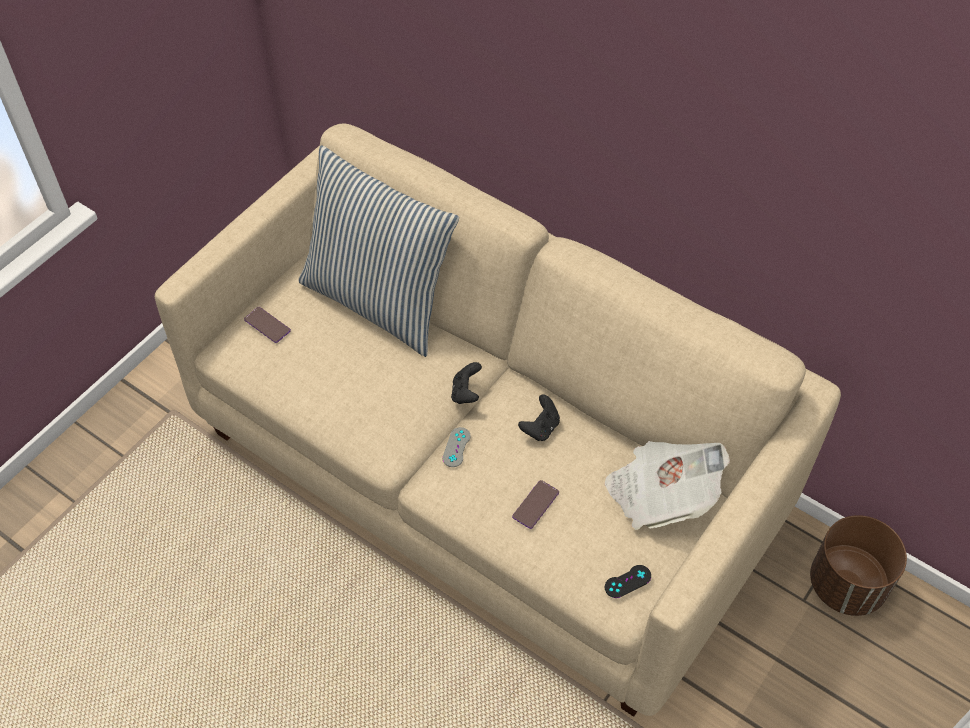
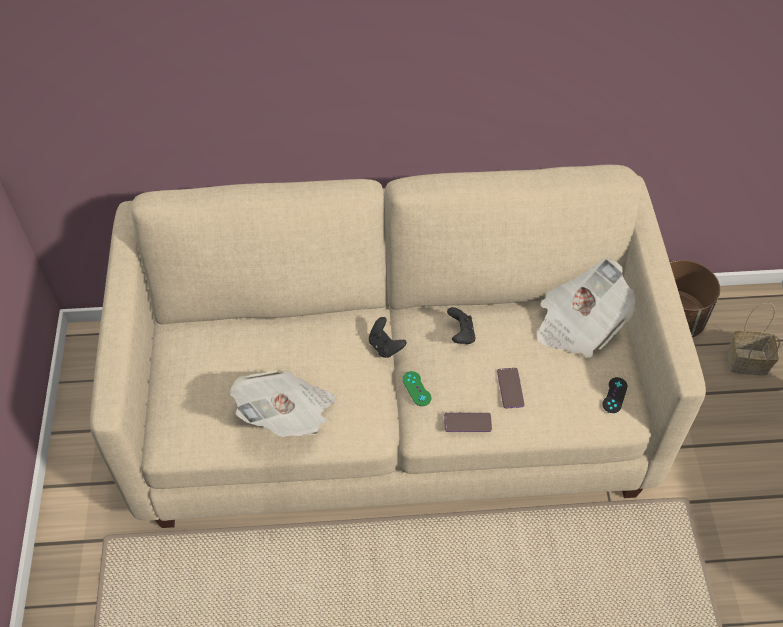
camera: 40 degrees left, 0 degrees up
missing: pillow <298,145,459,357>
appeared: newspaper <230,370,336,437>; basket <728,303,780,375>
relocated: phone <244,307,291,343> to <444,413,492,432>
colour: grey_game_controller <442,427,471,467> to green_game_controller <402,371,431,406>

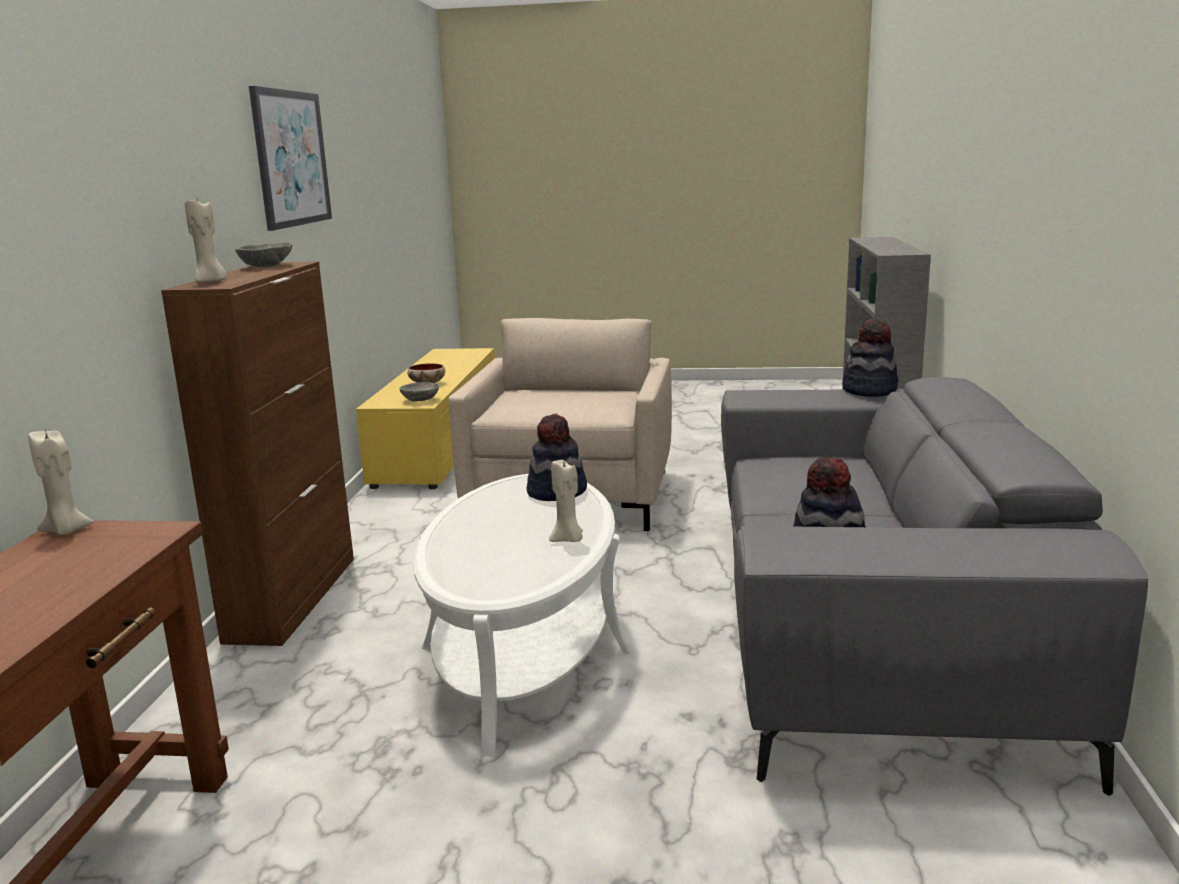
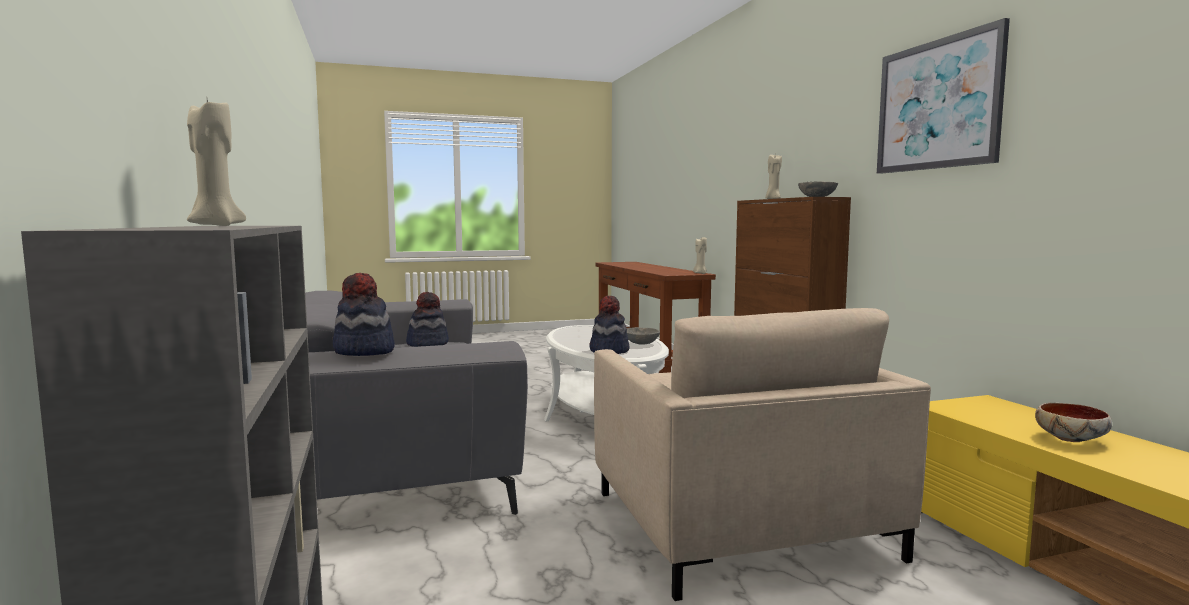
camera: 155 degrees right, 10 degrees down
relocated: beige_candle <549,460,583,542> to <187,100,246,226>; grey_bowl <399,382,439,401> to <627,327,660,344>

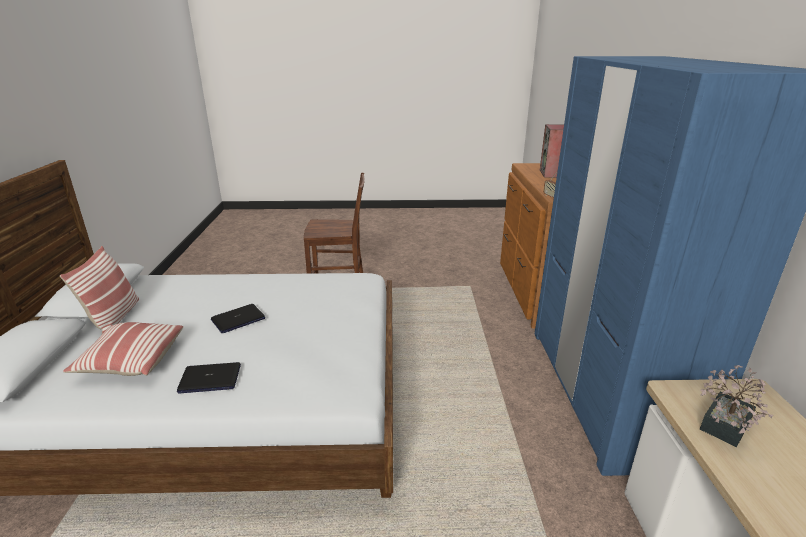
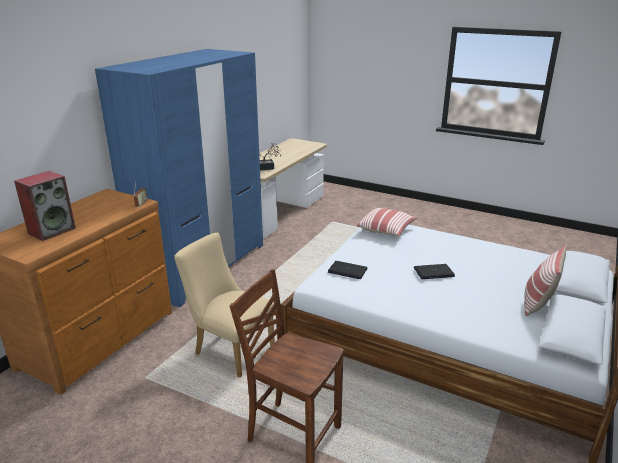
camera: 150 degrees left, 0 degrees up
appeared: beige_chair <174,233,275,377>
relocated: laptop <177,362,241,394> to <328,261,368,279>; pillow <63,322,183,376> to <357,208,417,236>

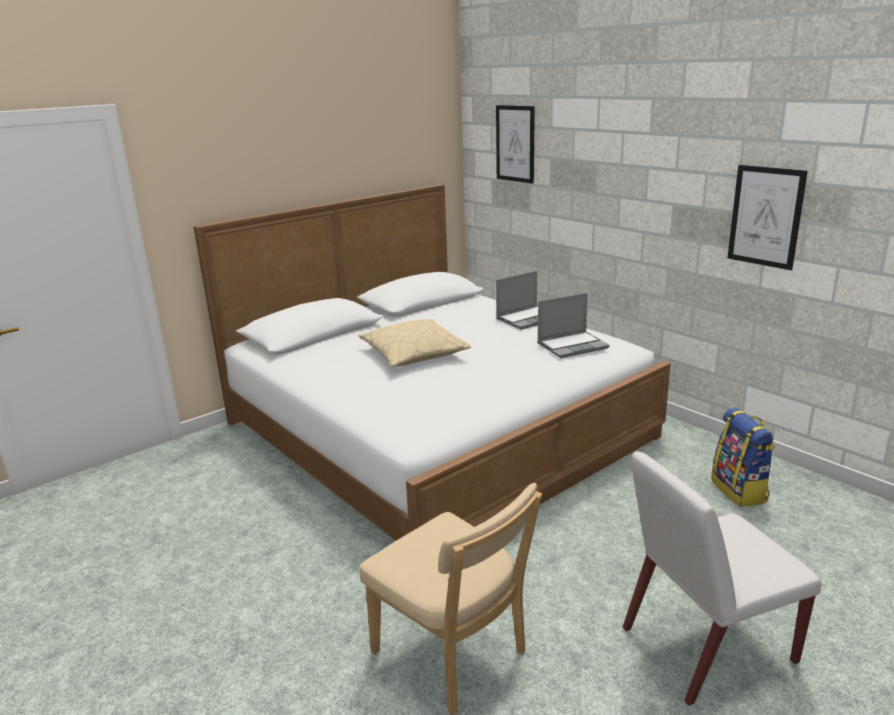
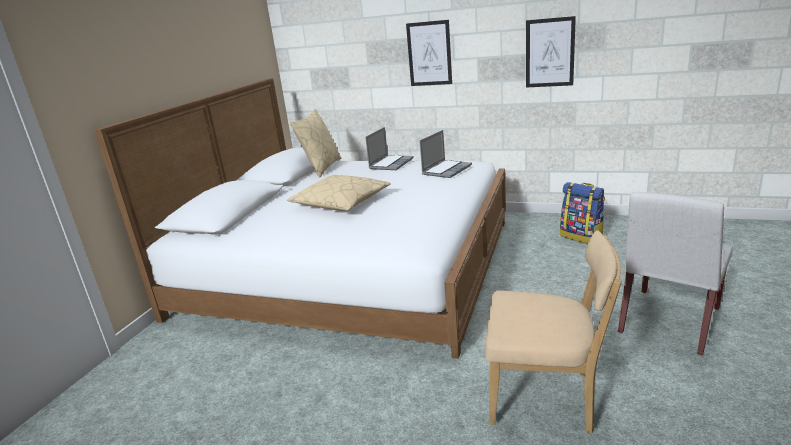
camera: 30 degrees left, 0 degrees up
appeared: beige_pillow <290,109,341,178>
relocated: picture <496,105,535,184> to <406,20,452,86>

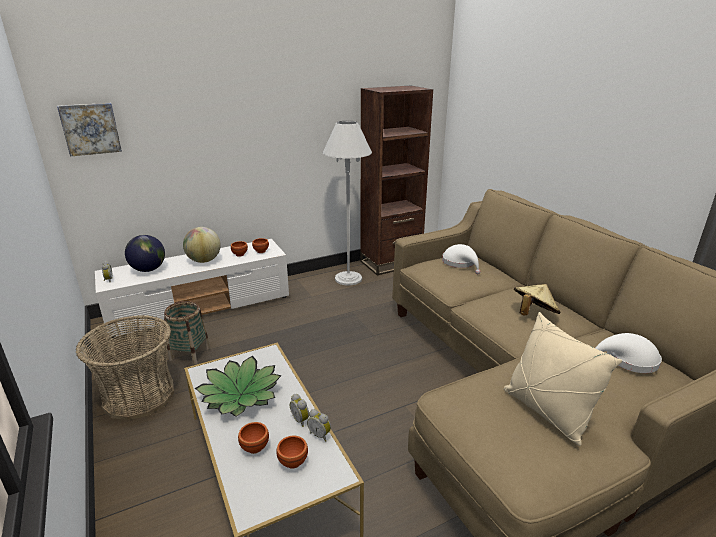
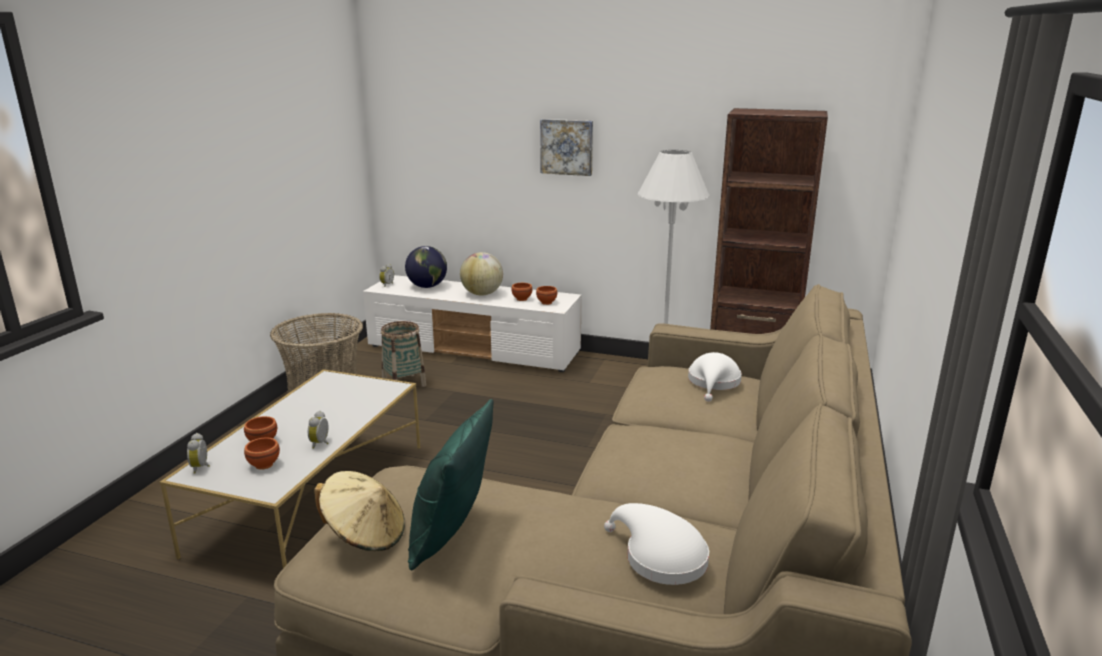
camera: 45 degrees right, 5 degrees down
missing: potted_plant <195,356,281,417>
relocated: alarm_clock <307,409,331,442> to <187,433,210,473>; beige_hat <514,284,561,316> to <314,471,405,551>; picture <57,103,122,157> to <540,119,593,176>
colour: beige_pillow <504,312,622,446> to green_pillow <408,399,494,570>

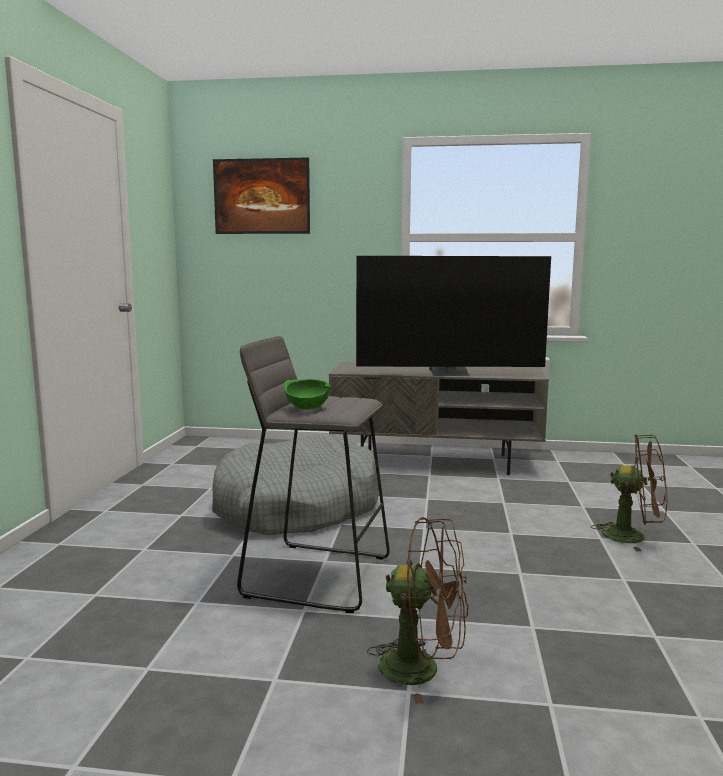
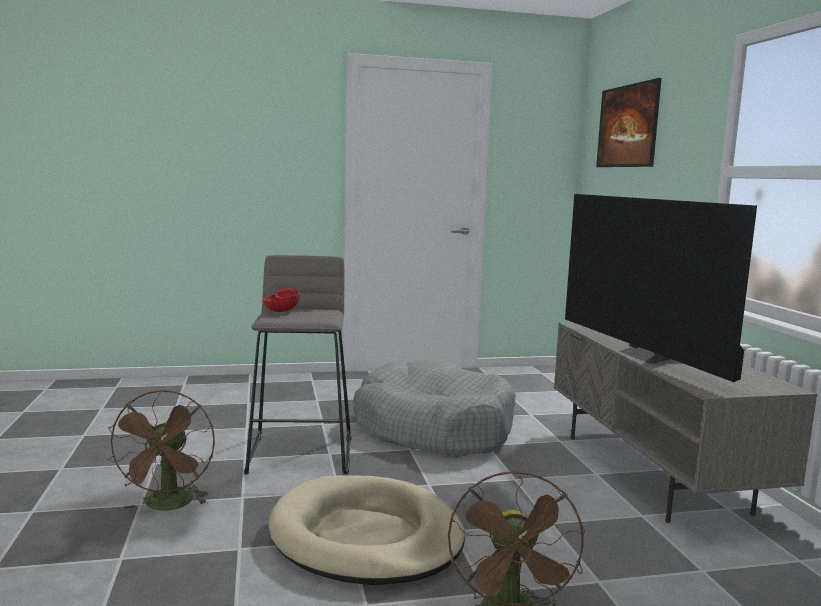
camera: 70 degrees right, 0 degrees up
appeared: beige_dog_bed <269,475,465,585>
colour: green_bowl <284,379,331,410> to red_bowl <263,288,300,312>

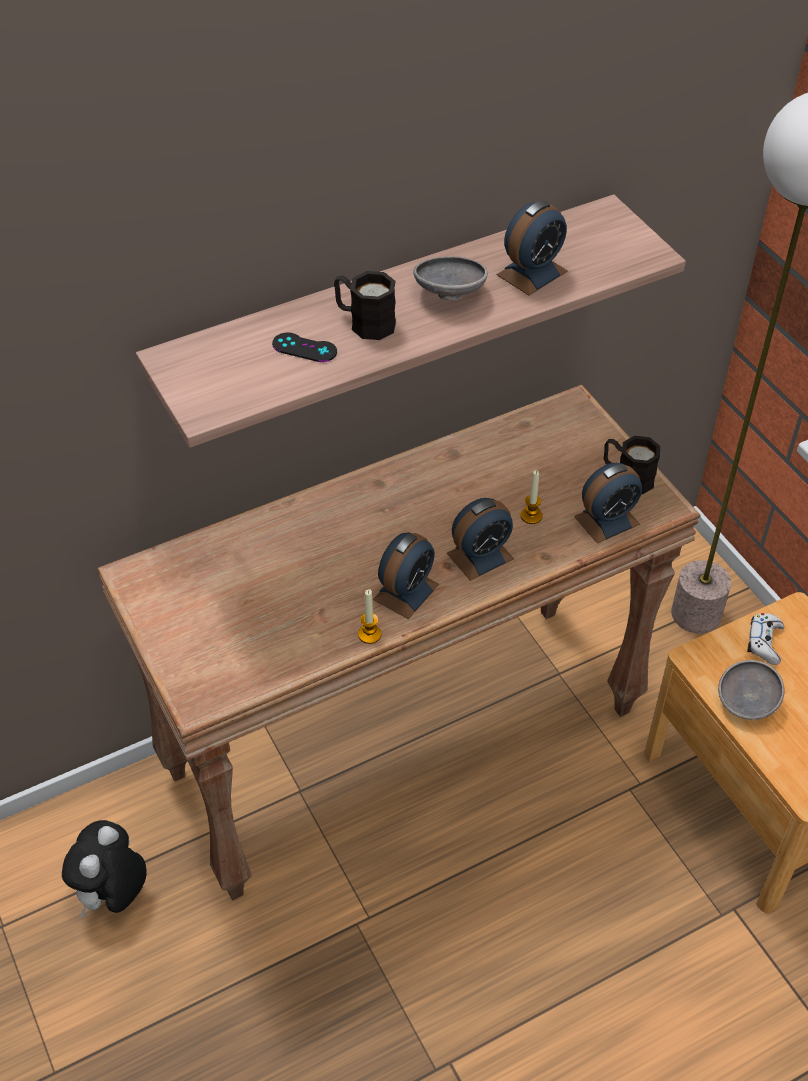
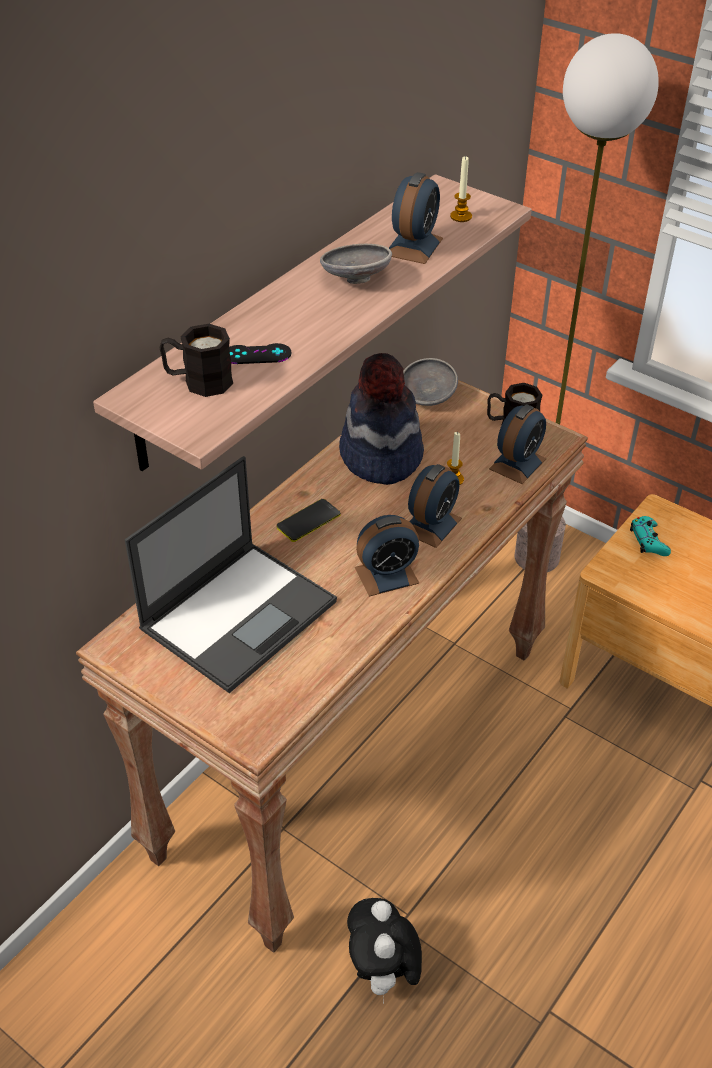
camera: 25 degrees left, 5 degrees down
appeared: laptop <125,456,337,693>; phone <277,499,341,542>; hat <339,353,424,485>
relocated: black_mug <334,271,396,340> to <160,324,233,397>; plush_toy <62,820,147,918> to <347,898,422,1005>; grey_bowl <718,660,785,720> to <403,358,458,406>; candle <358,589,382,644> to <450,156,472,222>
colour: white_game_controller <747,613,784,665> to turquoise_game_controller <630,516,671,556>
spun: alarm_clock <373,532,439,619> = <355,515,419,597> 60 degrees clockwise

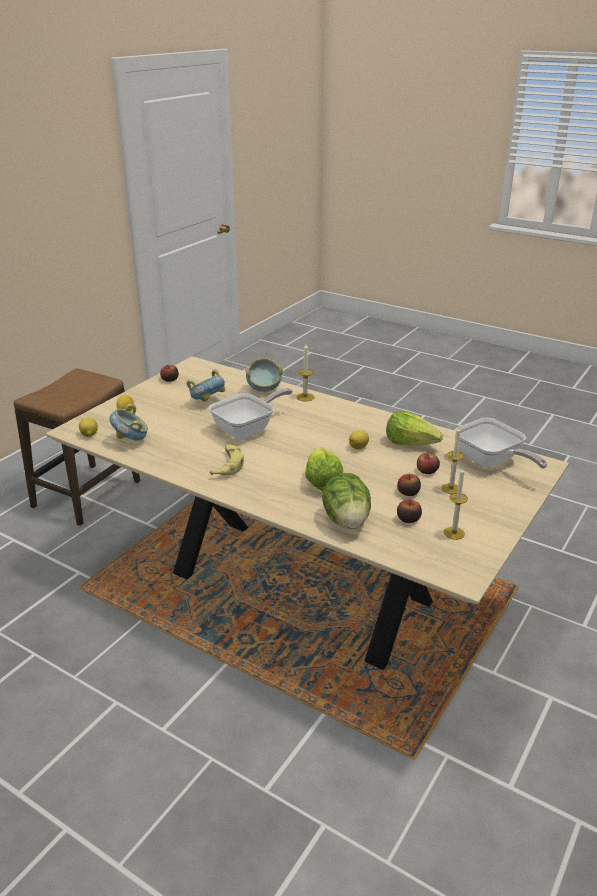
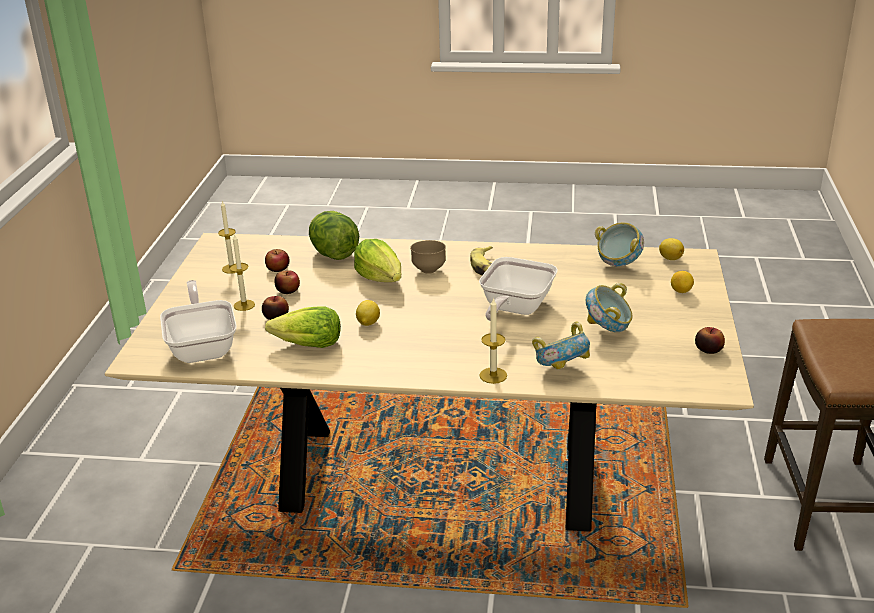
camera: 155 degrees right, 0 degrees up
appeared: brown_bowl <410,240,446,274>
spun: frying_pan <454,418,548,469> = <160,280,237,363> 45 degrees clockwise

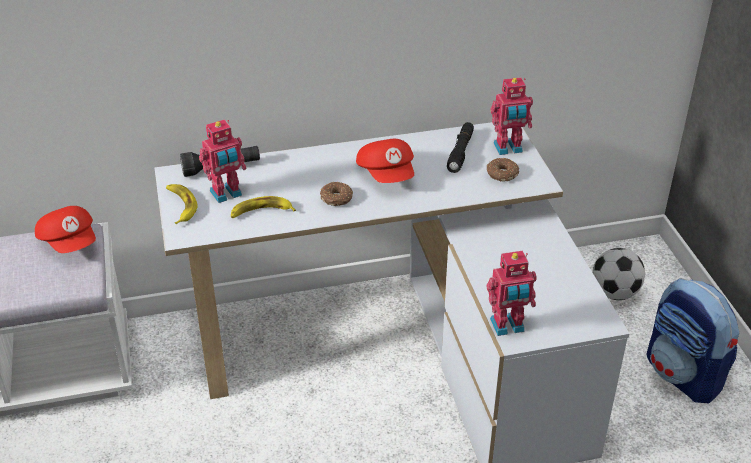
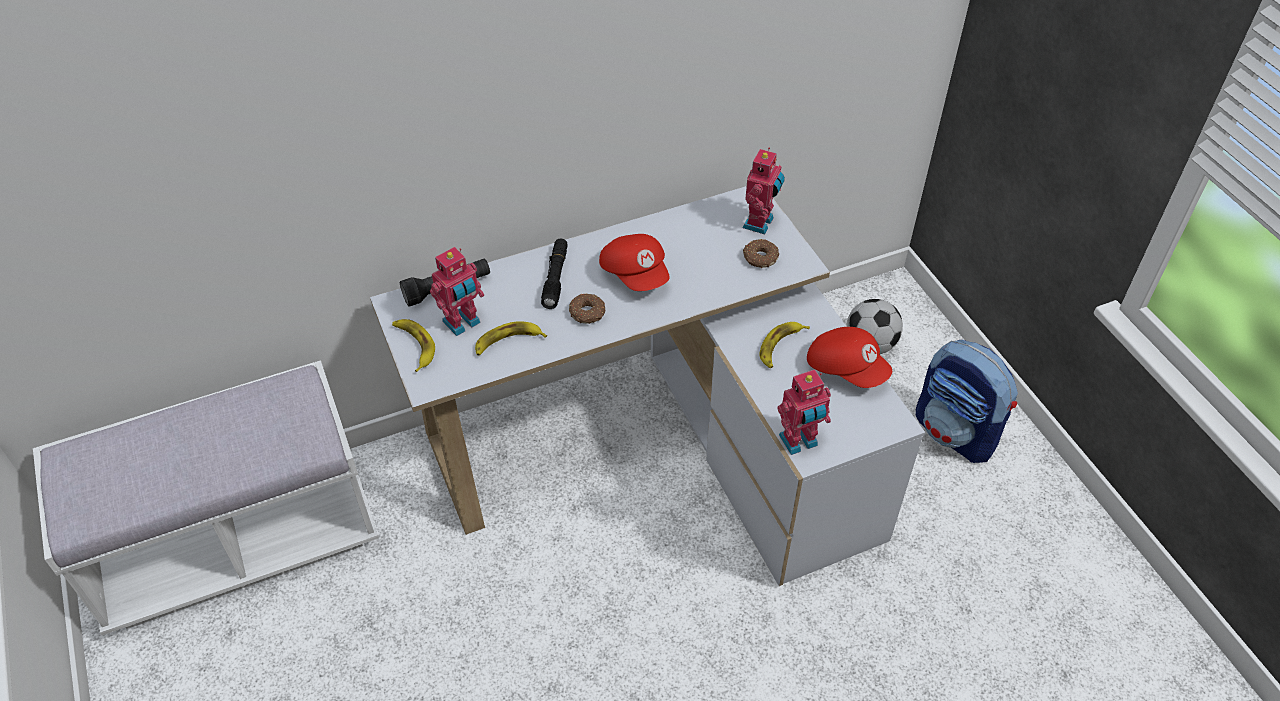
camera: 10 degrees left, 10 degrees up
appeared: banana <760,322,810,368>
relocated: black_flashlight <447,122,474,173> to <541,239,568,309>; red_cap <35,206,96,253> to <807,327,892,388>
spun: toy_robot <490,77,533,155> = <742,148,785,234> 45 degrees counterclockwise

